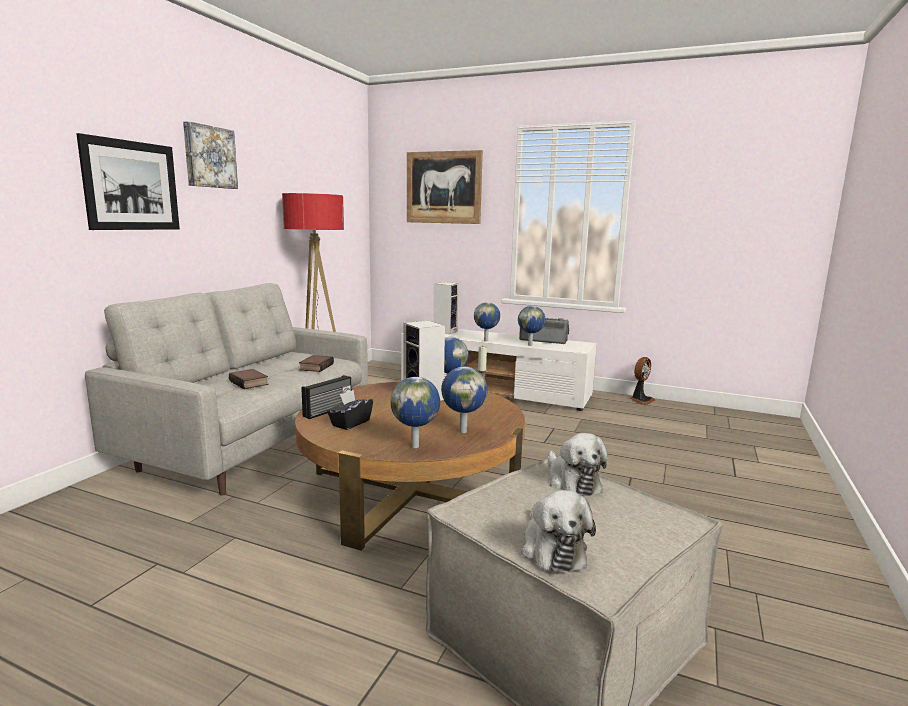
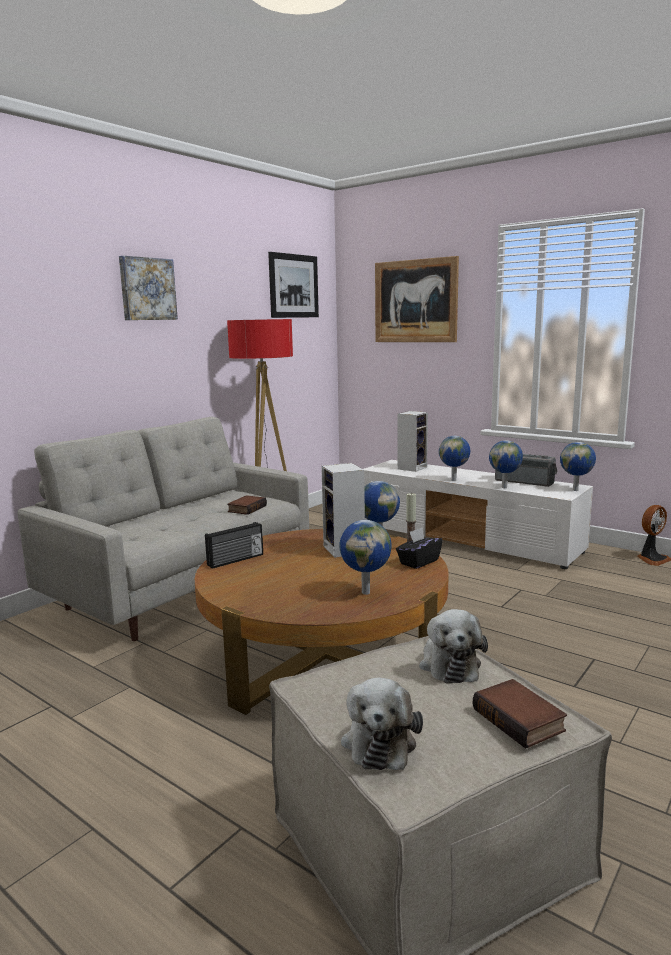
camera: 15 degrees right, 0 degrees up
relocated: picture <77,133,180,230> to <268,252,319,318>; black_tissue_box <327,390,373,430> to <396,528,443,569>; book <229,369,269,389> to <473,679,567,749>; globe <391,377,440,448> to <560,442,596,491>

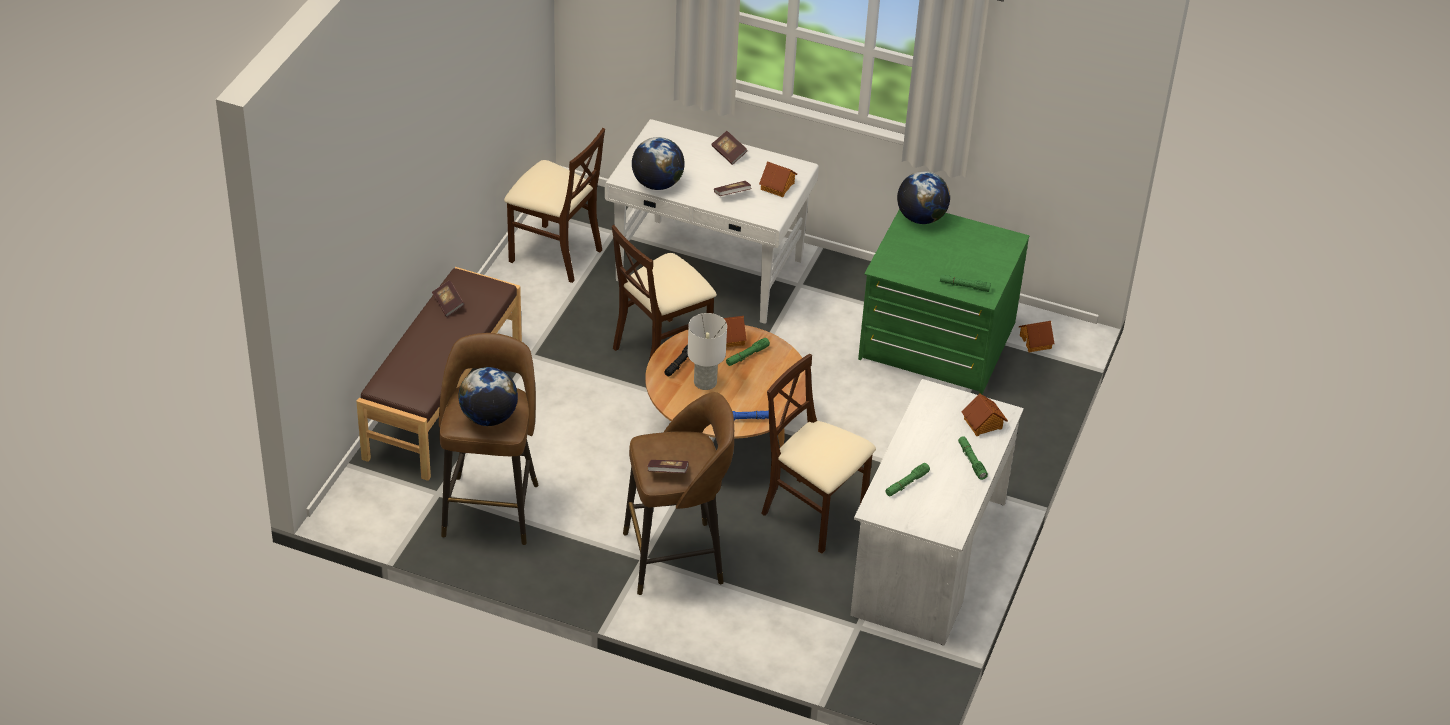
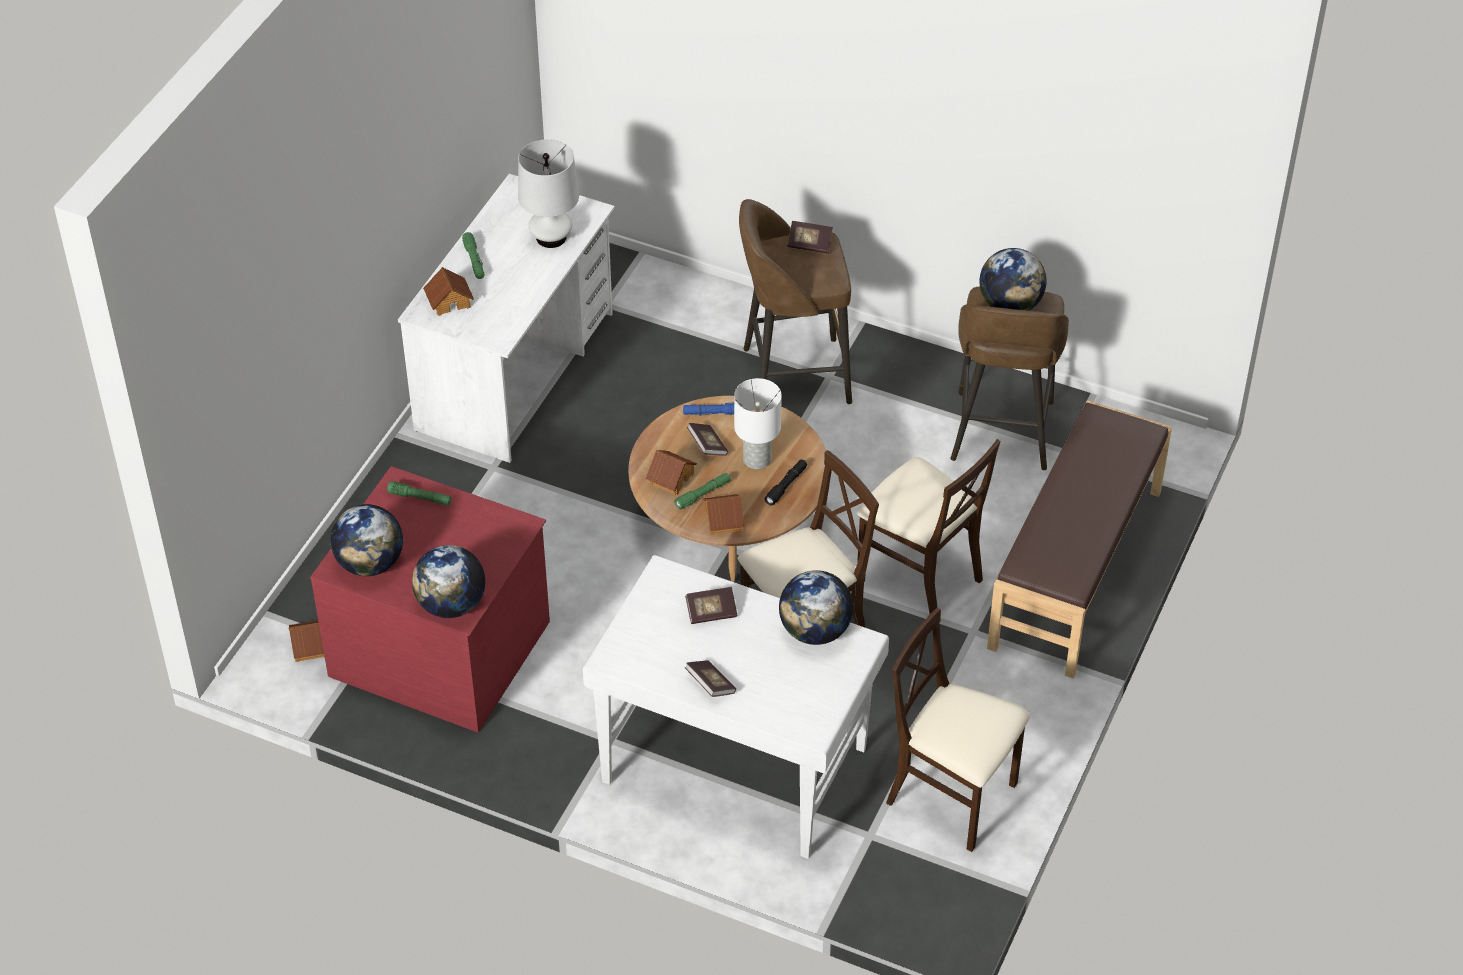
camera: 175 degrees left, 5 degrees up
appeared: globe <330,504,403,576>
relocated: toy_house <759,161,797,197> to <646,450,697,495>; book <432,280,464,317> to <687,423,728,456>; beige_chair <761,354,876,554> to <857,439,1000,614>
exchanged: green_flashlight <885,463,930,496> to white_table_lamp <518,139,579,248>
colour: green_dresser <858,209,1029,394> to red_dresser <310,466,550,732>

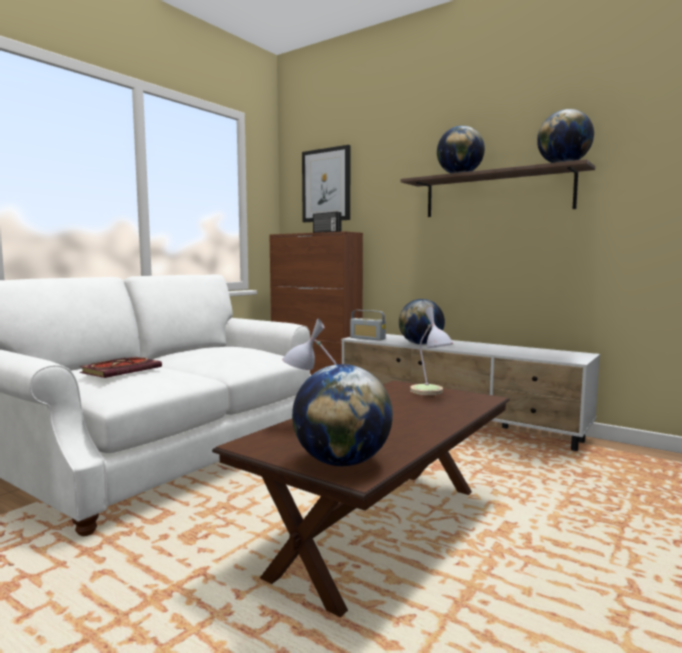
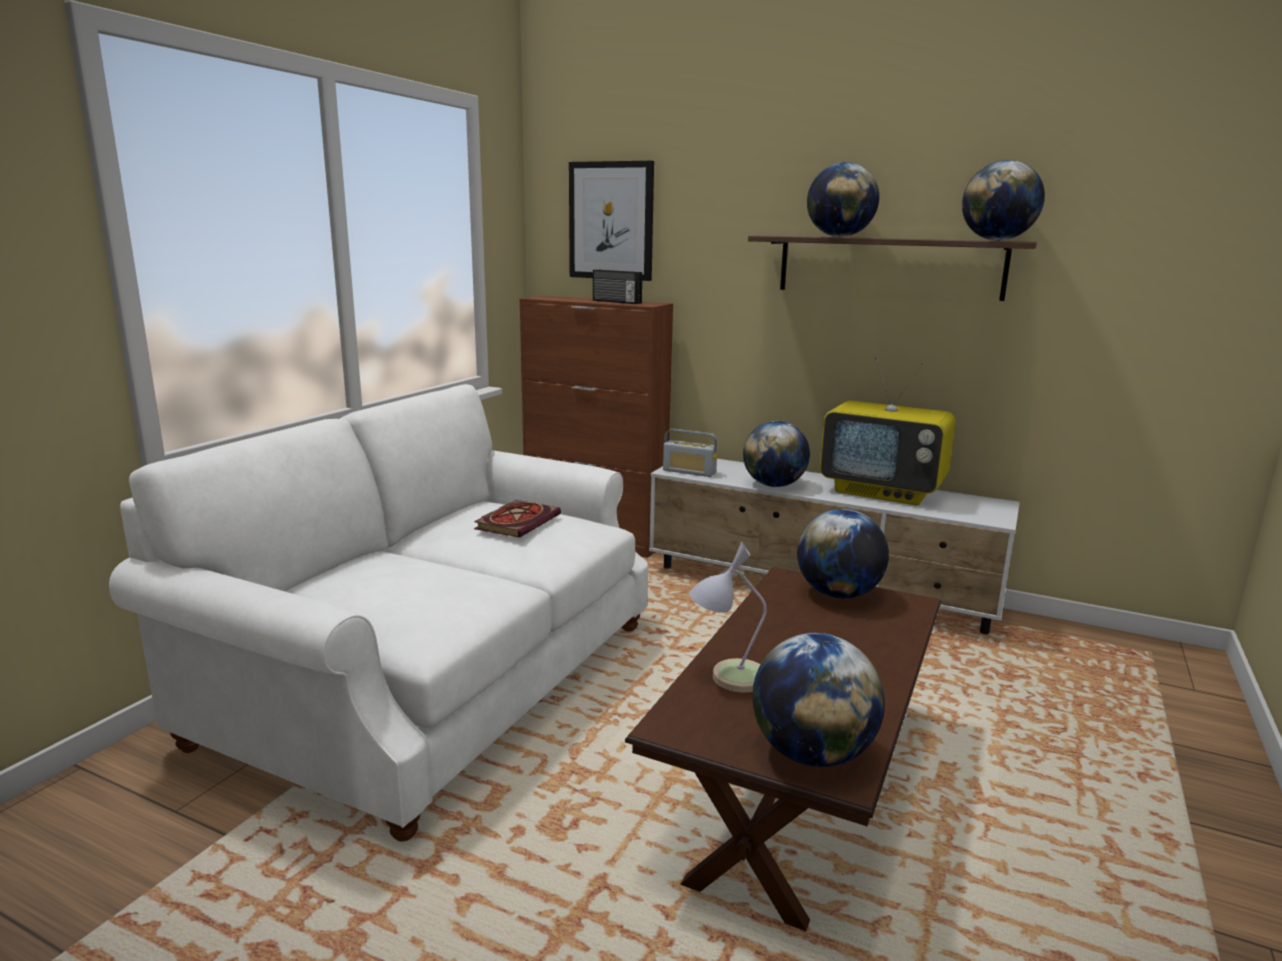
camera: 10 degrees left, 10 degrees up
appeared: television <820,357,955,506>
relocated: book <79,357,162,378> to <474,500,561,538>
exchanged: table_lamp <410,306,453,395> to globe <797,509,889,599>

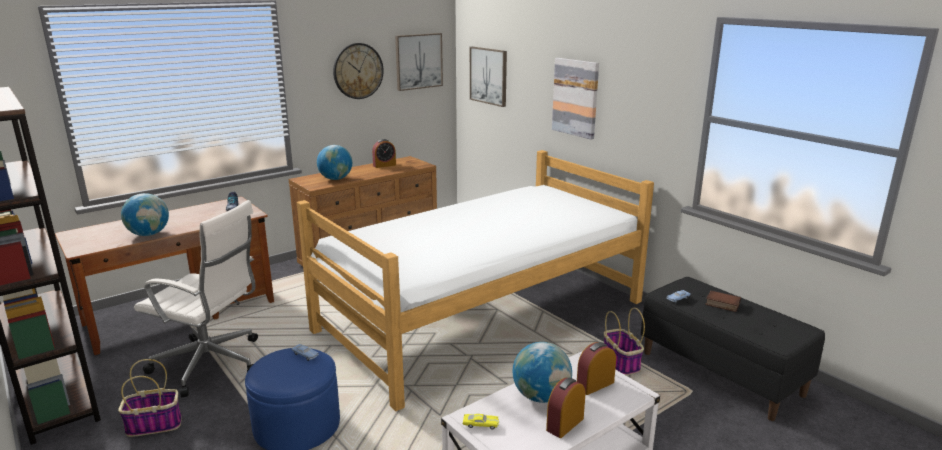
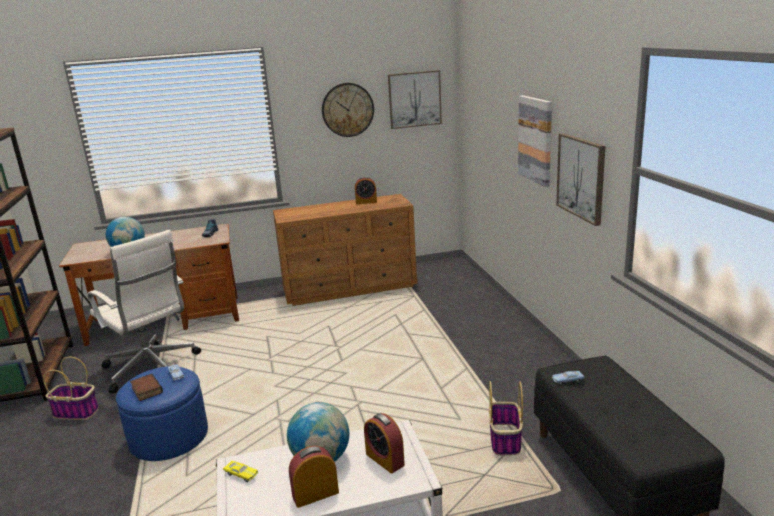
camera: 25 degrees right, 0 degrees up
missing: bed <297,150,654,411>; globe <317,145,352,180>
relocated: book <705,290,741,312> to <130,374,163,401>; picture <470,47,507,107> to <556,133,606,226>
spun: alarm_clock <577,342,616,395> = <364,413,405,474> 120 degrees counterclockwise

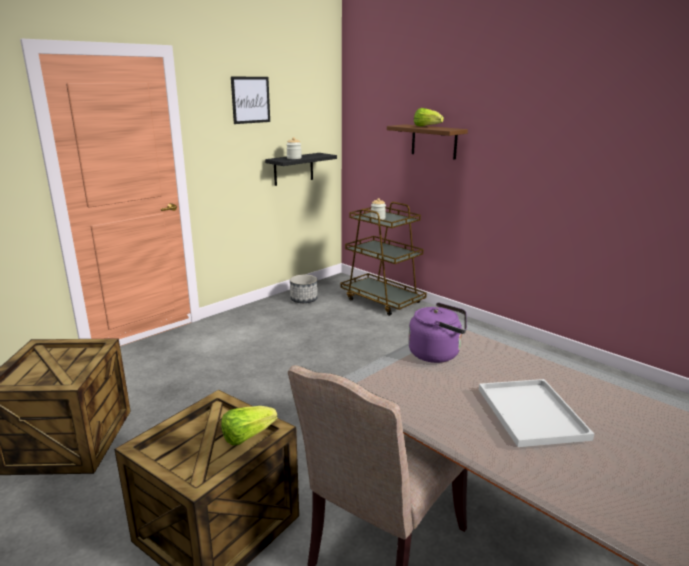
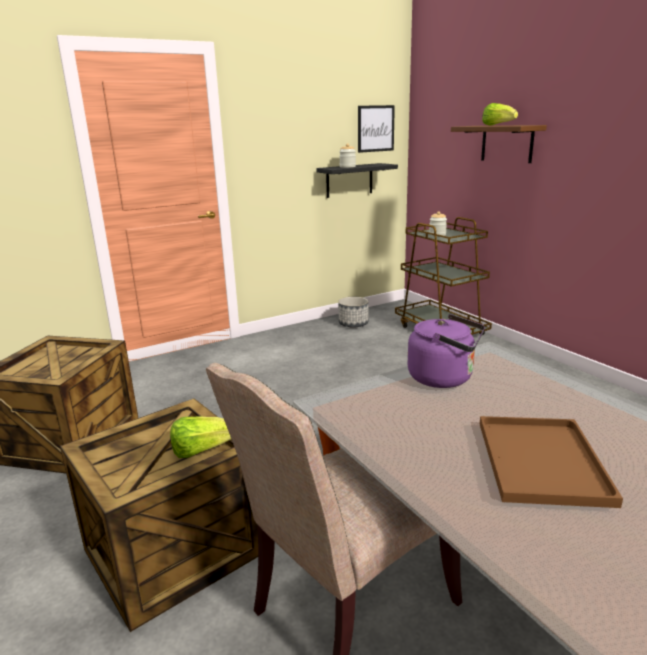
camera: 15 degrees right, 0 degrees up
relocated: picture <231,77,270,124> to <358,105,395,153>
colour: white_tray <479,379,594,447> to brown_tray <480,416,623,508>

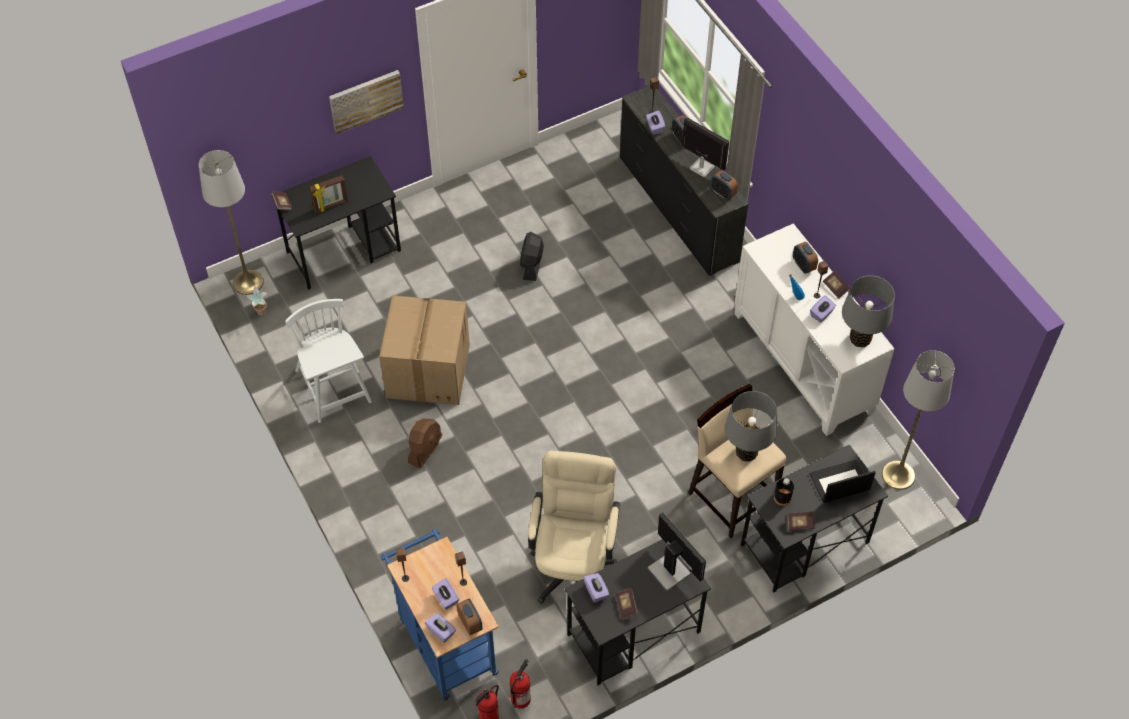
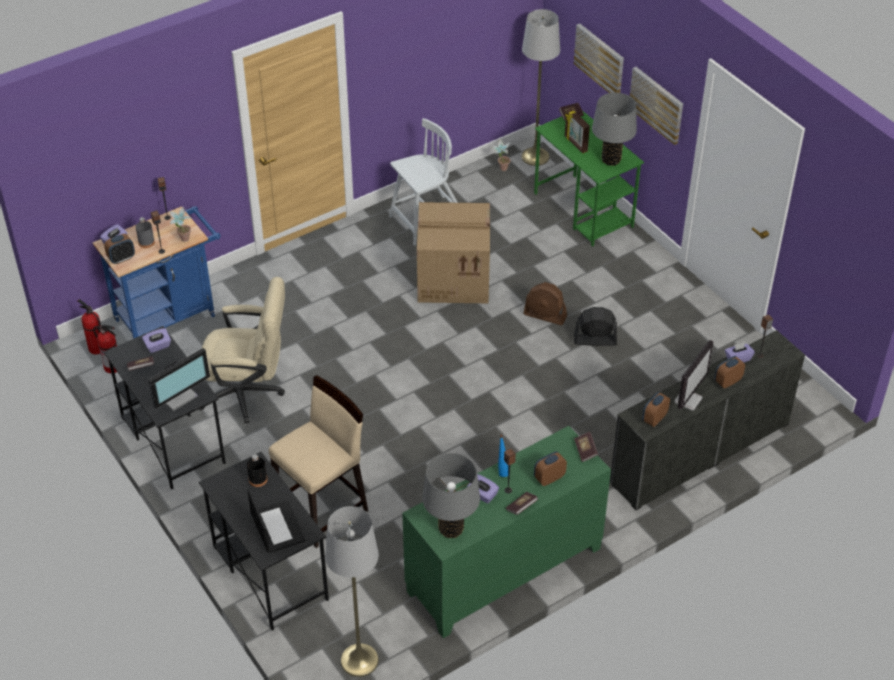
camera: 85 degrees right, 10 degrees down
appeared: potted_plant <169,207,191,242>; picture <574,24,624,93>
relocated: brown_fan <408,419,442,469> to <523,282,567,325>; book <787,511,815,531> to <574,432,598,462>; grey_table_lamp <725,391,777,462> to <592,93,637,166>
exchanged: purple_tissue_box <432,578,459,610> to grey_bottle <136,217,155,248>
colour: white_cabinet <734,223,895,436> to green_cabinet <402,426,611,638>; black_desk <272,156,401,290> to green_desk <534,111,644,247>

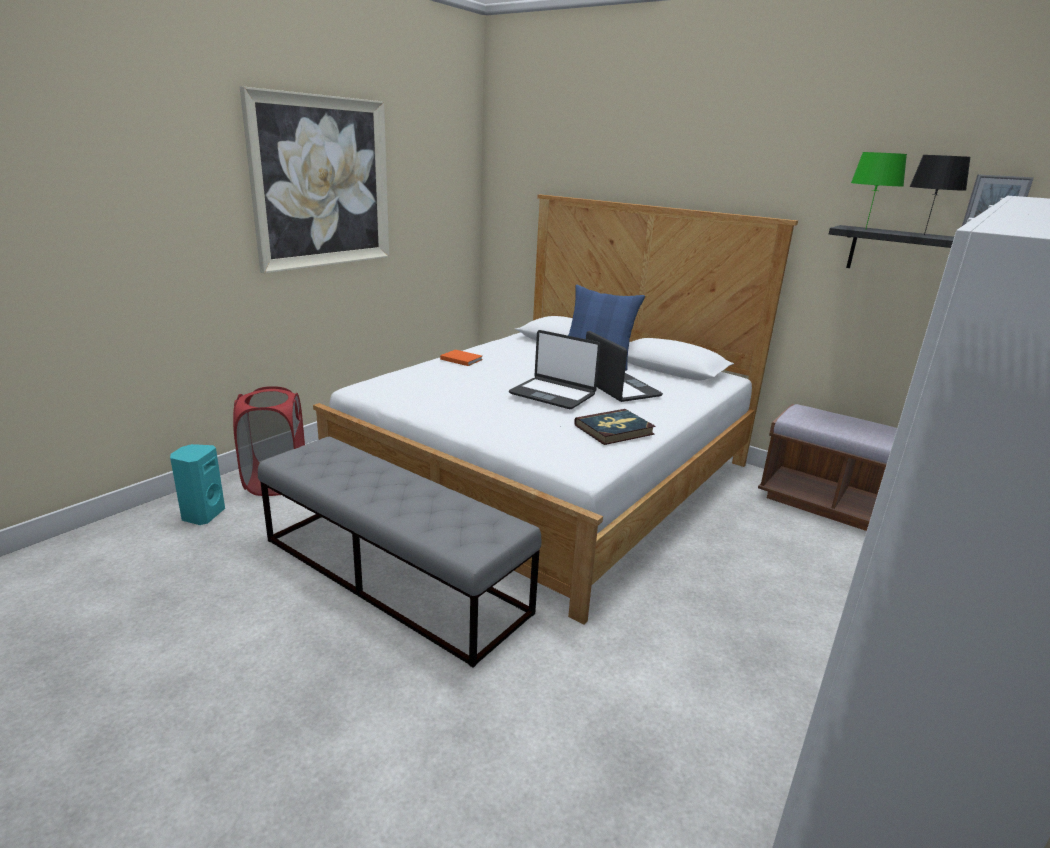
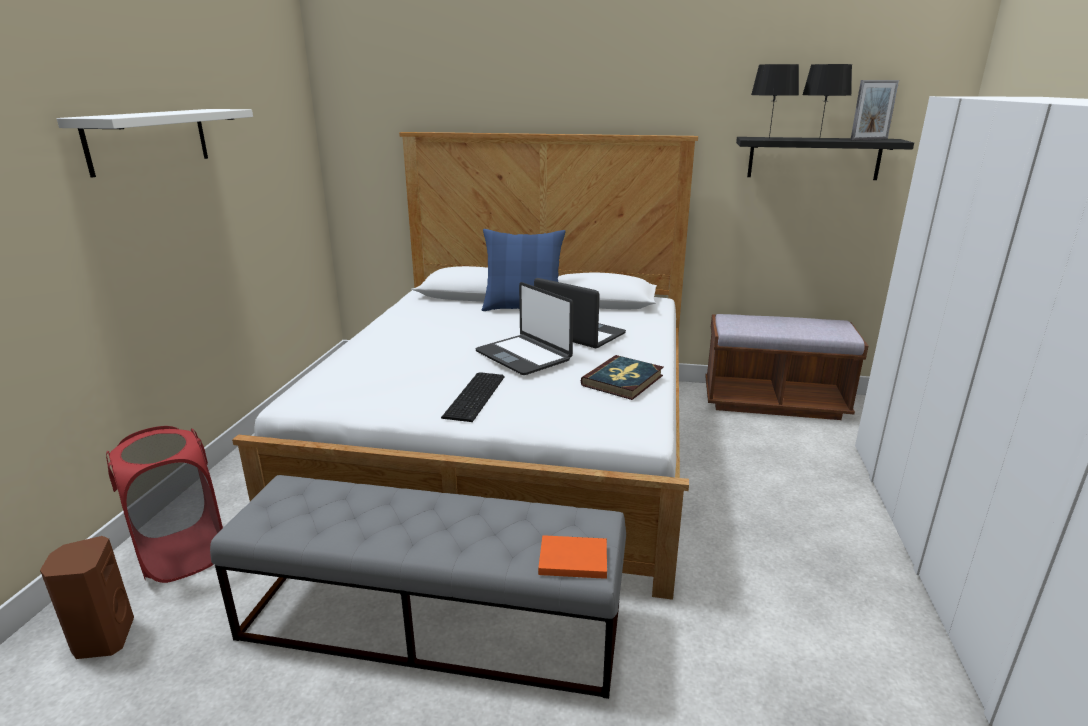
camera: 25 degrees left, 0 degrees up
appeared: keyboard <441,372,505,422>
relocated: orange_book <440,350,483,366> to <538,535,607,579>
exchanged: picture <240,87,389,273> to white_shelf <57,109,253,177>
colour: turquoise_speaker <170,444,225,525> to brown_speaker <40,536,134,659>; green_table_lamp <851,152,907,230> to black_table_lamp <751,64,799,139>
spun: laptop <509,330,601,409> = <475,282,574,375> 45 degrees clockwise

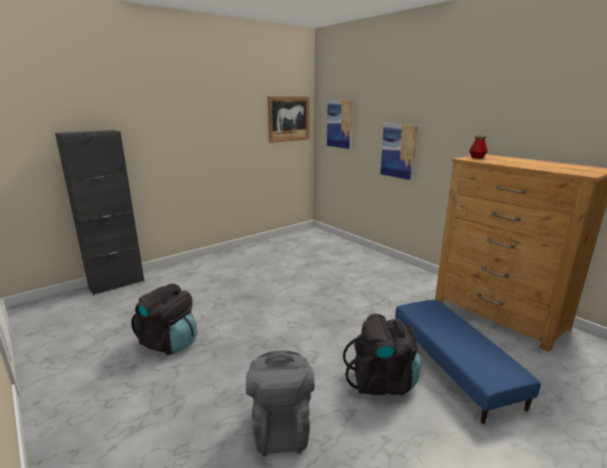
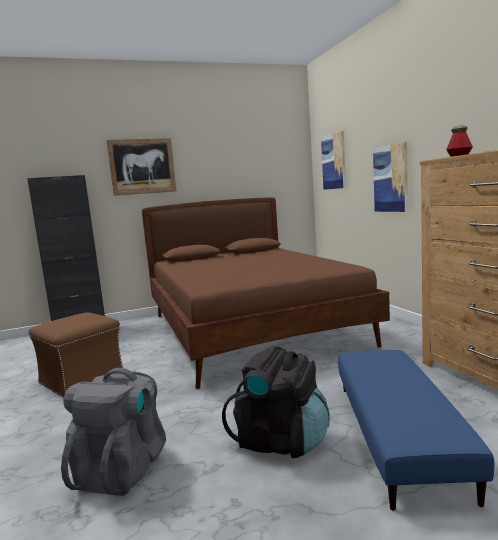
camera: 20 degrees right, 10 degrees down
appeared: brown_bed <142,197,390,389>
relocated: picture <268,96,310,143> to <106,138,177,196>
exchanged: black_backpack <131,284,197,355> to brown_ottoman <29,312,123,398>

